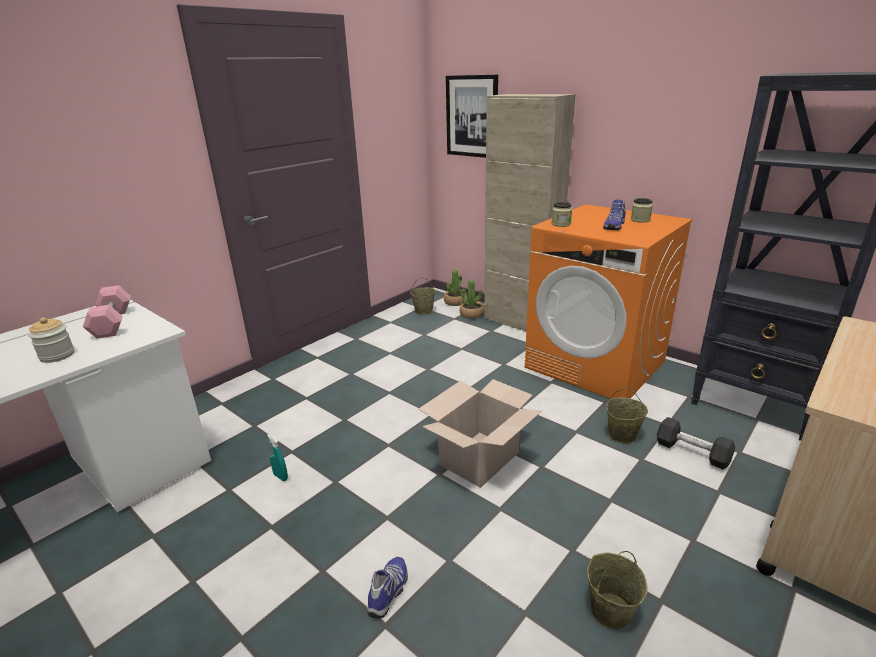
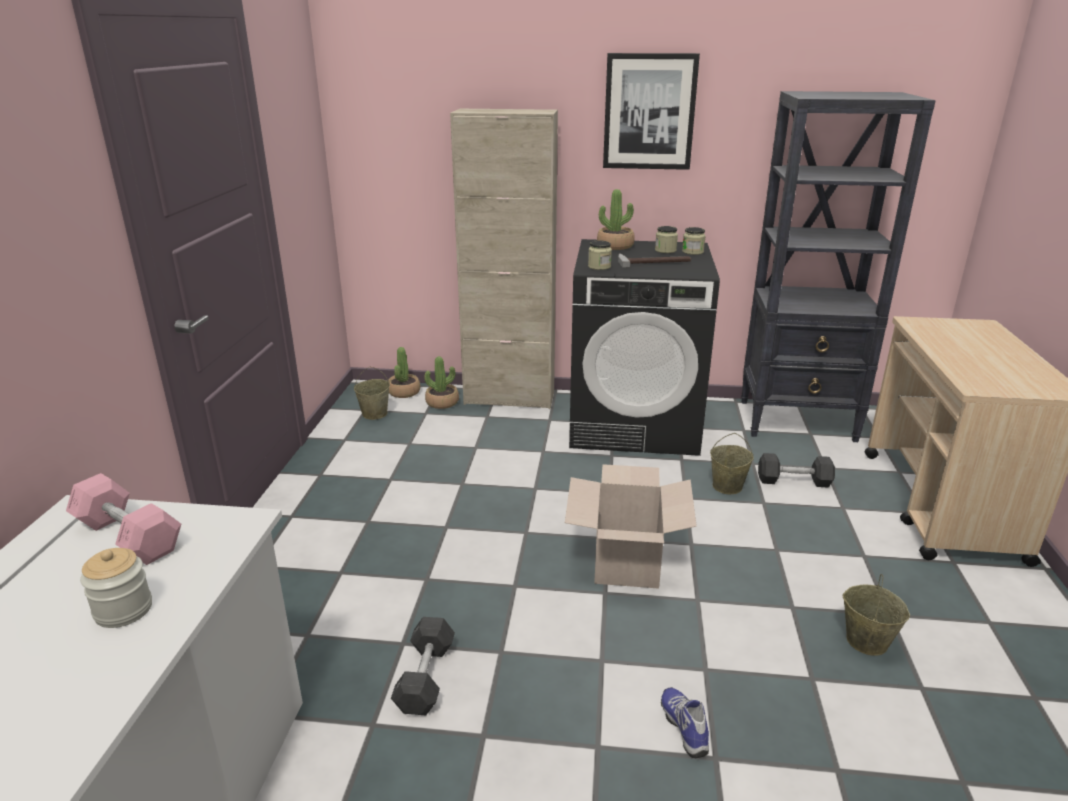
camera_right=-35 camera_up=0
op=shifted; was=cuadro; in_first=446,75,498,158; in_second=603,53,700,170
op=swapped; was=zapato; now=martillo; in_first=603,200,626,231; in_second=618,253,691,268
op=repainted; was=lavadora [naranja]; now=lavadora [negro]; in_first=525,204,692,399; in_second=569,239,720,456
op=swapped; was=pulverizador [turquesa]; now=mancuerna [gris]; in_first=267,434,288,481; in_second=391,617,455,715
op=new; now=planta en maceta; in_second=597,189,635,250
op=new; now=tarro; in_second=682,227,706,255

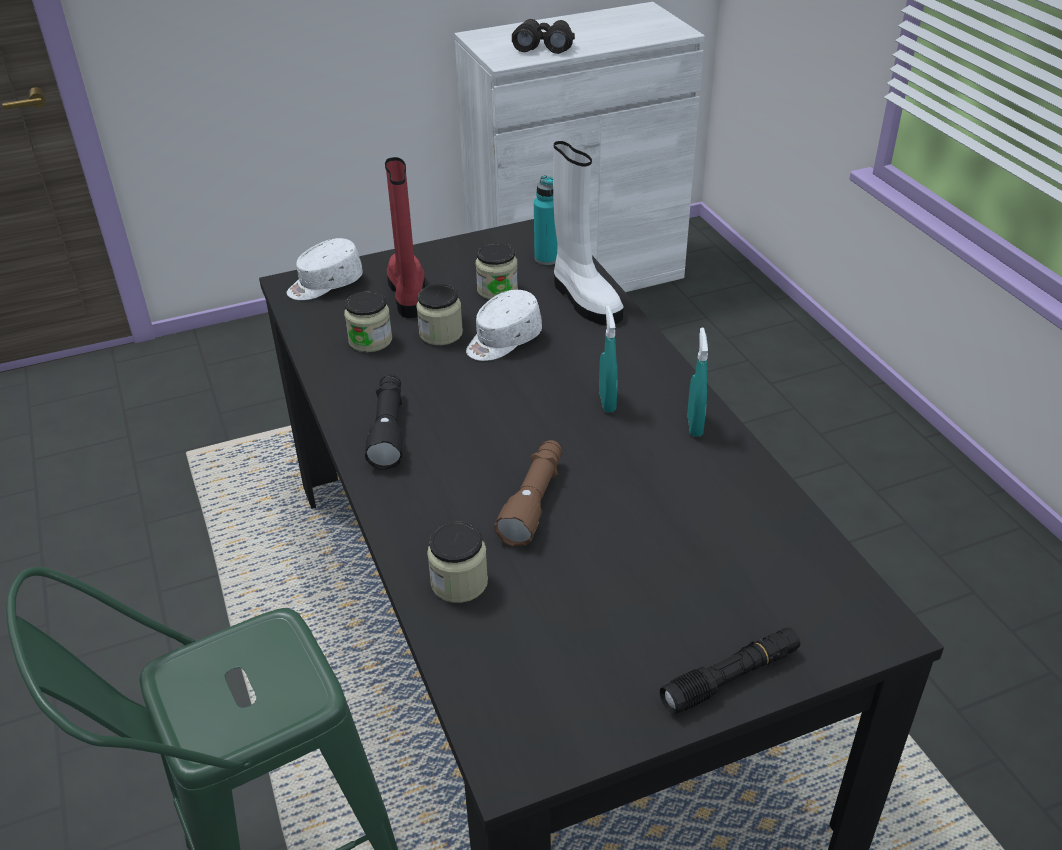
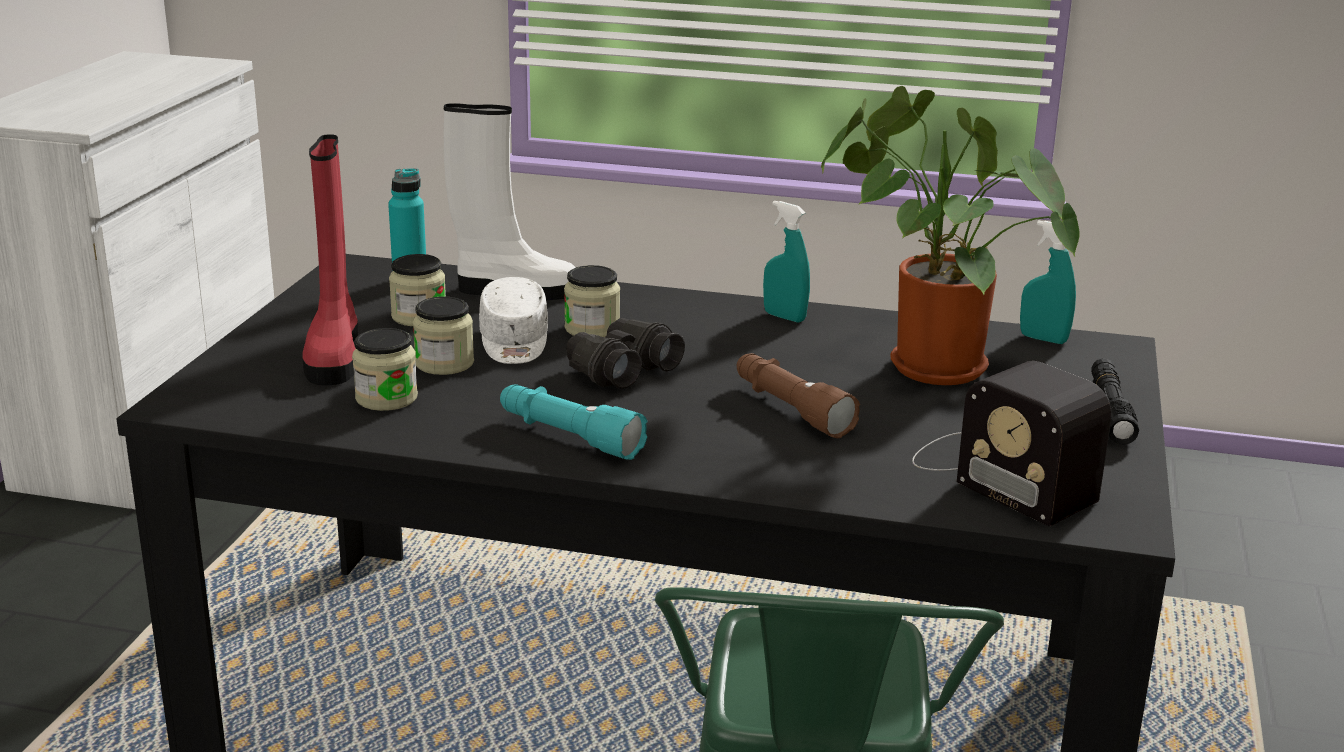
camera_right=-55 camera_up=-15
op=shifted; was=prismáticos [negro]; in_first=512,19,575,54; in_second=566,318,685,389
op=rotated; was=bota [rojo]; in_first=385,157,425,318; in_second=303,134,358,386; clockwise=-120
op=gone; was=gorra [blanco]; in_first=287,238,363,300
op=shifted; was=pulverizador [turquesa]; in_first=599,306,618,412; in_second=1020,220,1076,344
op=repainted; was=linterna [negro]; now=linterna [turquesa]; in_first=365,374,403,470; in_second=500,384,648,460
op=shifted; was=tarro; in_first=427,522,488,603; in_second=564,265,620,337
op=new; now=planta en maceta; in_second=821,86,1080,385
op=new; now=radio; in_second=912,361,1111,526

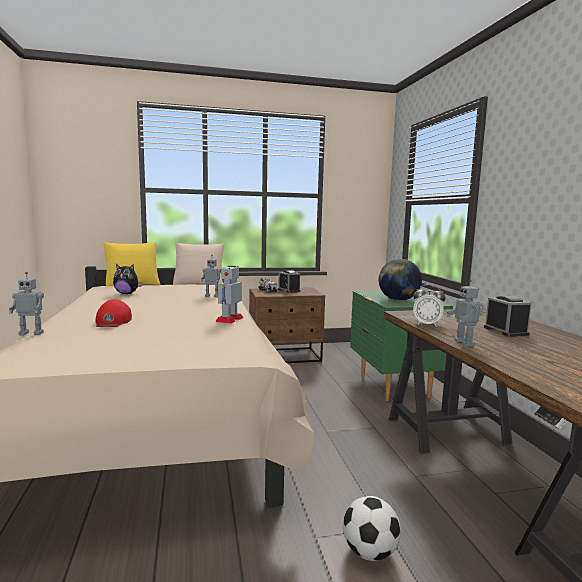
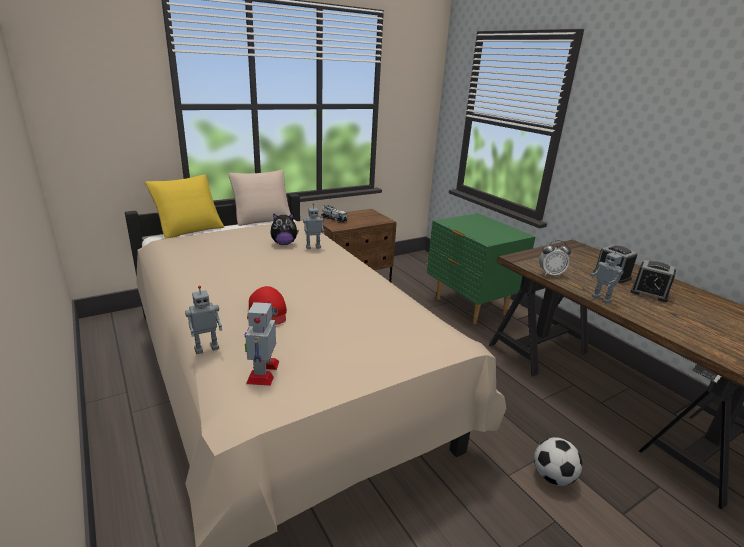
camera_right=-20 camera_up=15
op=gone; was=globo terráqueo; in_first=379,259,422,301
op=shifted; was=peluche; in_first=113,264,143,294; in_second=270,213,299,245
op=shifted; was=robot de juguete; in_first=215,266,244,324; in_second=245,300,280,386
op=shifted; was=despertador; in_first=278,270,300,293; in_second=630,260,676,302

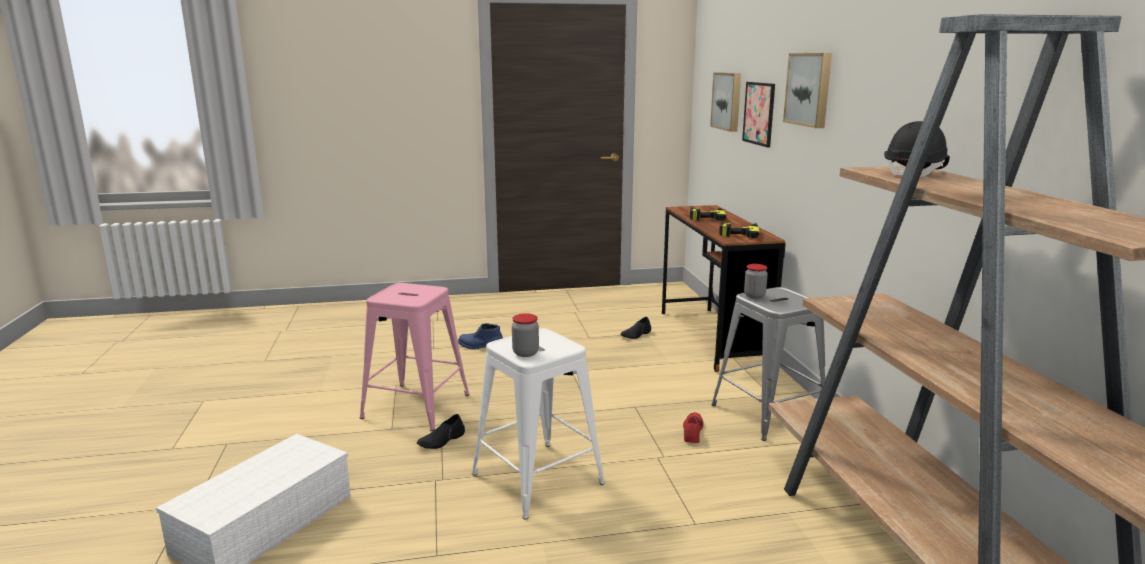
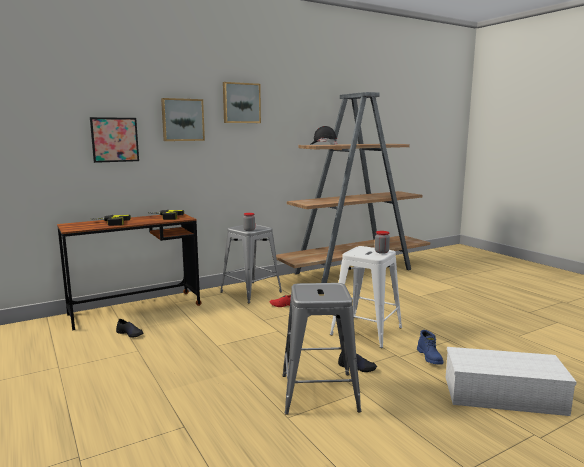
camera_right=-110 camera_up=-5
op=shifted; was=cuadro; in_first=710,72,741,132; in_second=223,82,261,123
op=repainted; was=taburete [rosa]; now=taburete [gris]; in_first=360,283,469,431; in_second=282,283,361,415
op=shifted; was=bota [azul]; in_first=458,323,503,350; in_second=417,330,444,365

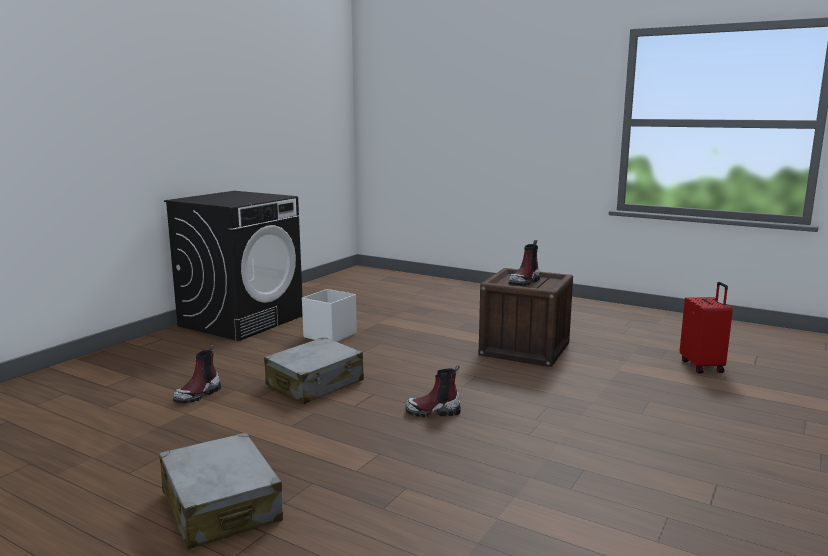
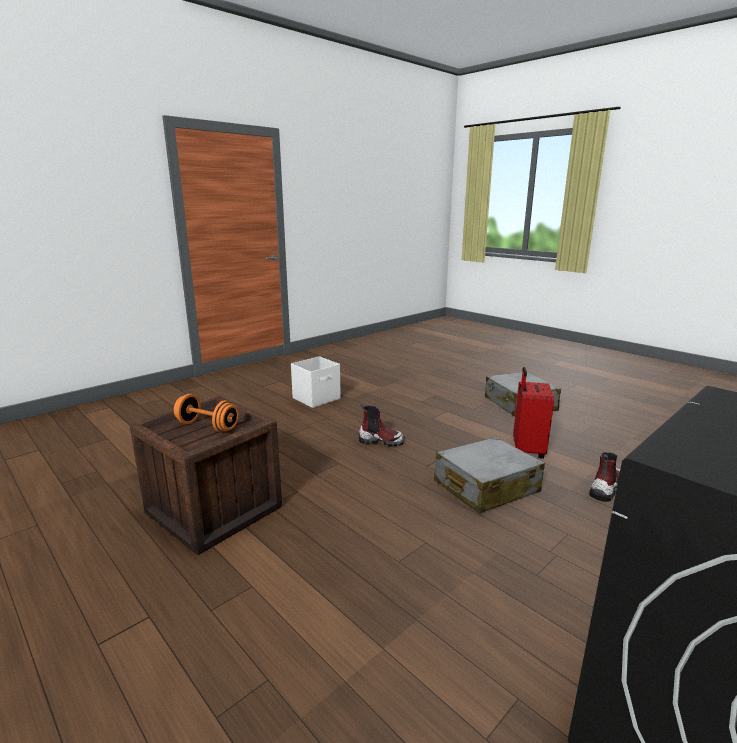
camera_right=-165 camera_up=5
op=swapped; was=bota; now=mancuerna [naranja]; in_first=508,240,540,286; in_second=174,394,239,432
op=shifted; was=maleta [rojo]; in_first=680,282,733,374; in_second=513,367,554,459
op=shifted; was=caja de almacenaje [blanco]; in_first=302,289,357,342; in_second=291,356,341,408

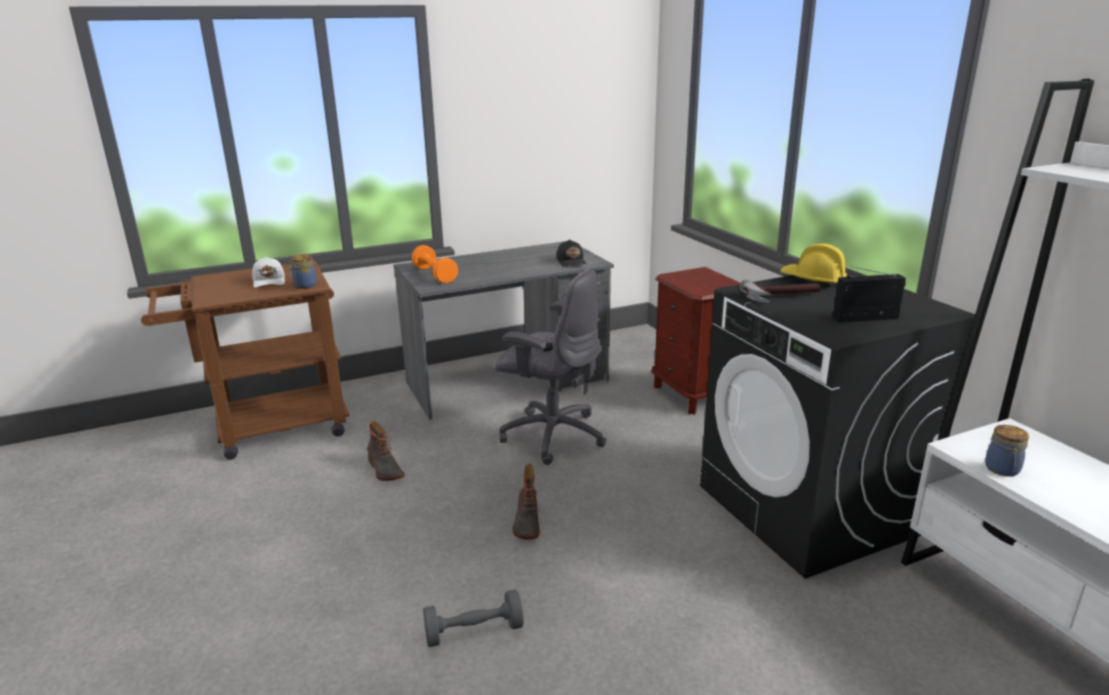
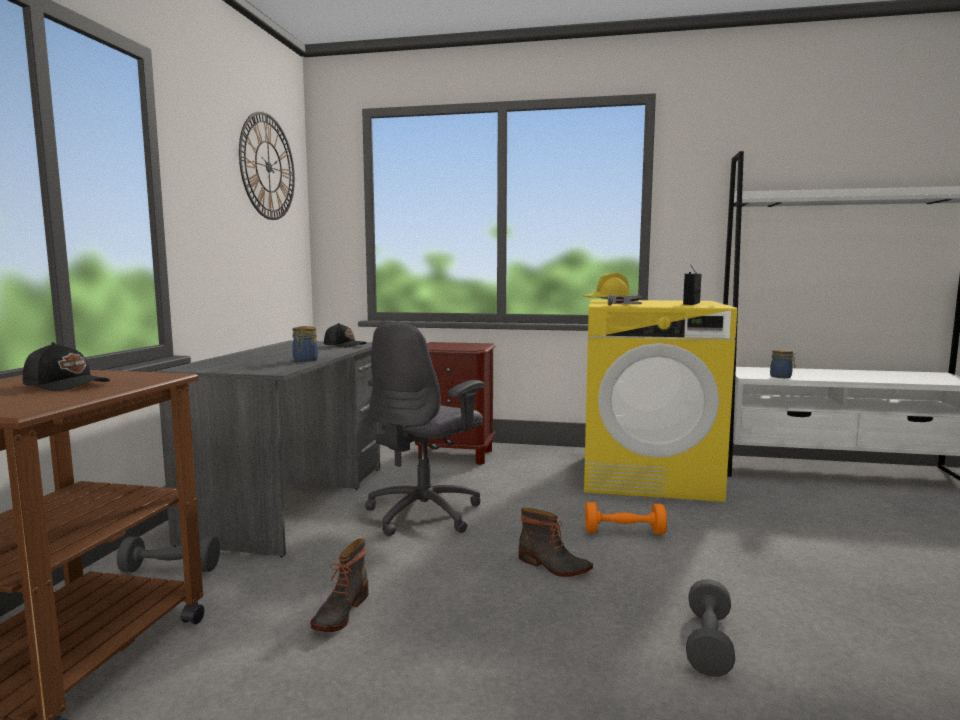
camera_right=-55 camera_up=-15
op=shifted; was=mancuerna [naranja]; in_first=412,245,458,283; in_second=585,502,667,535
op=shifted; was=tarro; in_first=288,254,317,289; in_second=292,326,318,362
op=repainted; was=gorra [blanco]; now=gorra [negro]; in_first=252,257,285,288; in_second=23,342,110,391
op=repainted; was=lavadora [negro]; now=lavadora [amarillo]; in_first=700,268,975,579; in_second=584,300,737,502
op=rotated; was=silla de oficina [gris]; in_first=495,269,606,465; in_second=365,323,485,536; clockwise=150
op=rotated; was=bota; in_first=367,421,405,481; in_second=310,538,369,632; clockwise=105
op=new; now=reloj de pared; in_second=239,111,295,220
op=new; now=mancuerna [gris]; in_second=117,536,220,572

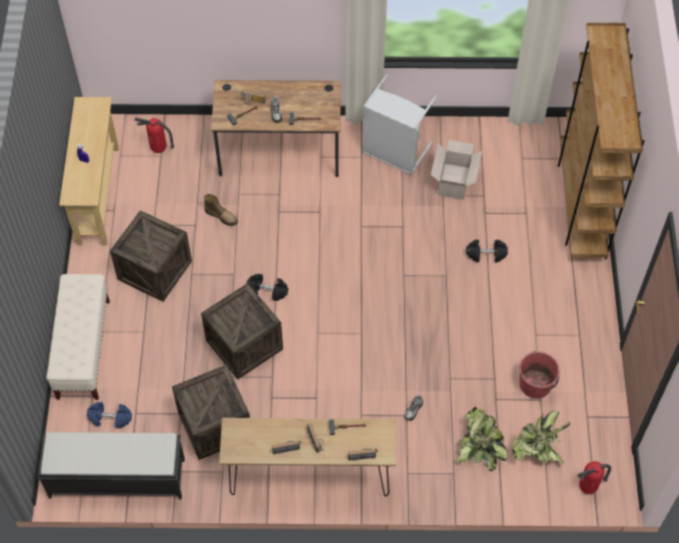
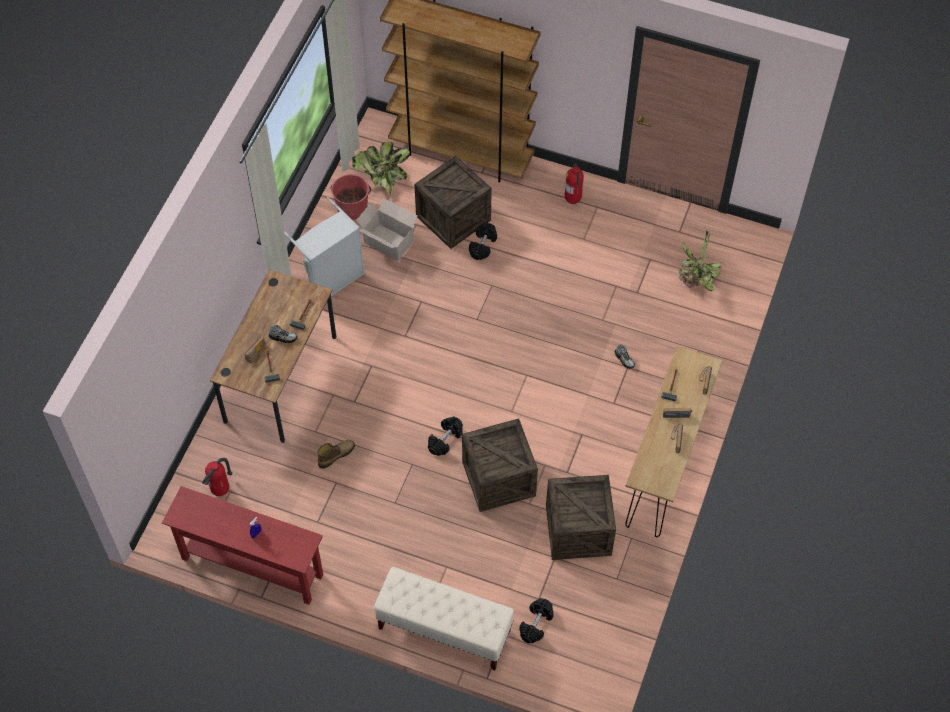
camera_right=-70 camera_up=0
op=repainted; was=mesa consola [beis]; now=mesa consola [rojo]; in_first=59,97,119,245; in_second=162,486,323,605
op=shifted; was=caja de embalaje; in_first=110,210,192,302; in_second=414,156,492,249
op=shifted; was=cubo [rojo]; in_first=519,351,560,399; in_second=330,174,371,220
op=repainted; was=mancuerna [azul]; now=mancuerna [negro]; in_first=87,402,132,428; in_second=519,598,554,643
op=shifted; was=planta en maceta; in_first=457,407,508,472; in_second=352,142,410,194
op=gone; was=banco [negro]; in_first=38,432,185,500
op=shifted; was=extintor; in_first=577,461,611,494; in_second=565,163,584,204

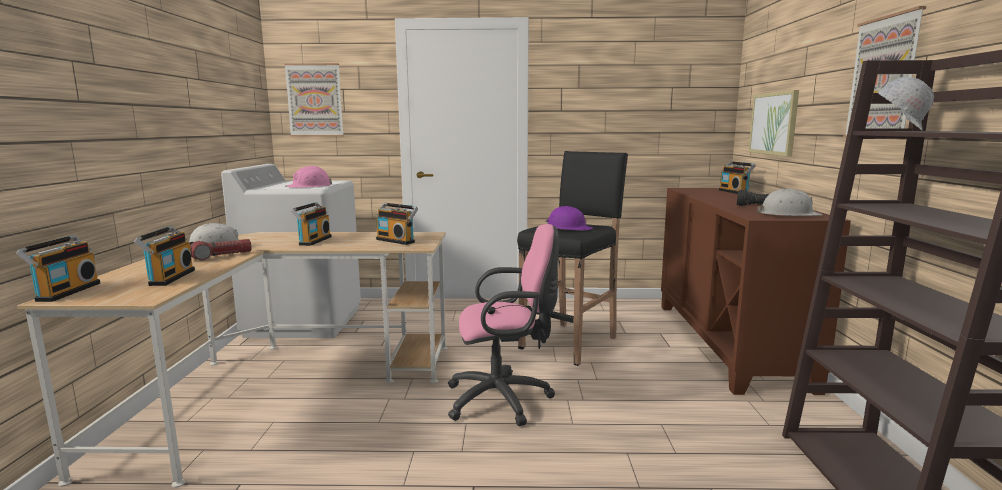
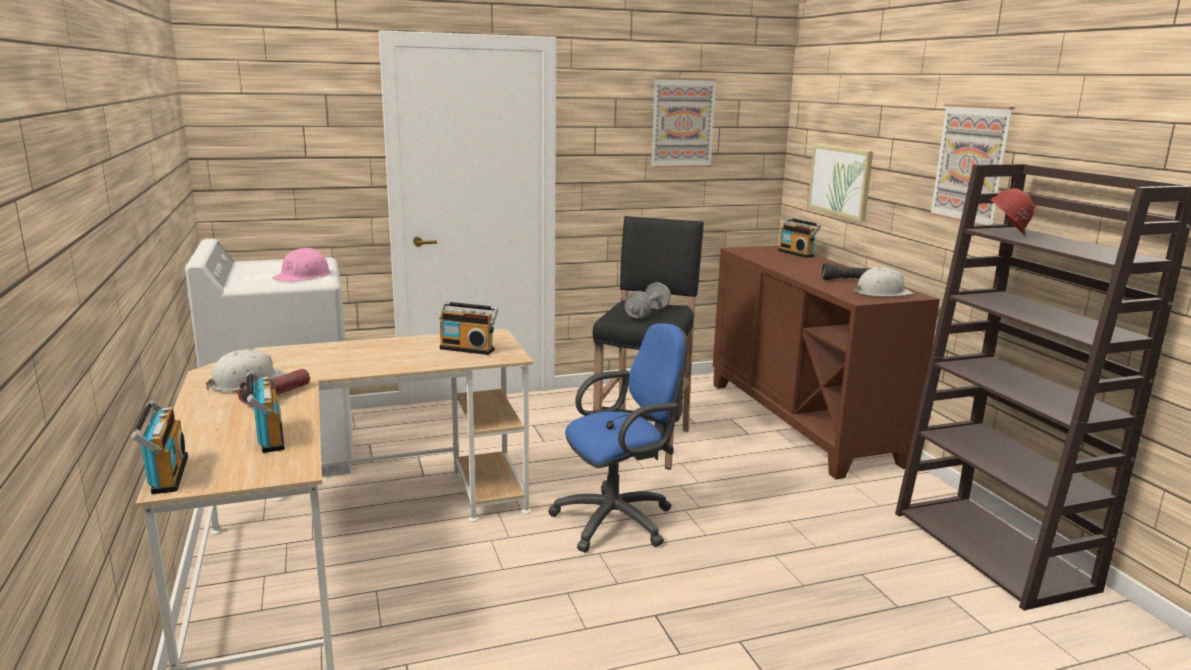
camera_right=-20 camera_up=5
op=shifted; was=cuadro; in_first=284,63,344,137; in_second=651,77,717,168
op=repainted; was=casco [blanco]; now=casco [rojo]; in_first=877,77,935,131; in_second=990,188,1036,236
op=gone; was=radio; in_first=291,202,332,246
op=swapped; was=casco [morado]; now=mancuerna [gris]; in_first=545,206,593,231; in_second=624,282,671,319
op=repainted; was=silla de oficina [rosa]; now=silla de oficina [azul]; in_first=448,224,559,426; in_second=548,323,687,553

